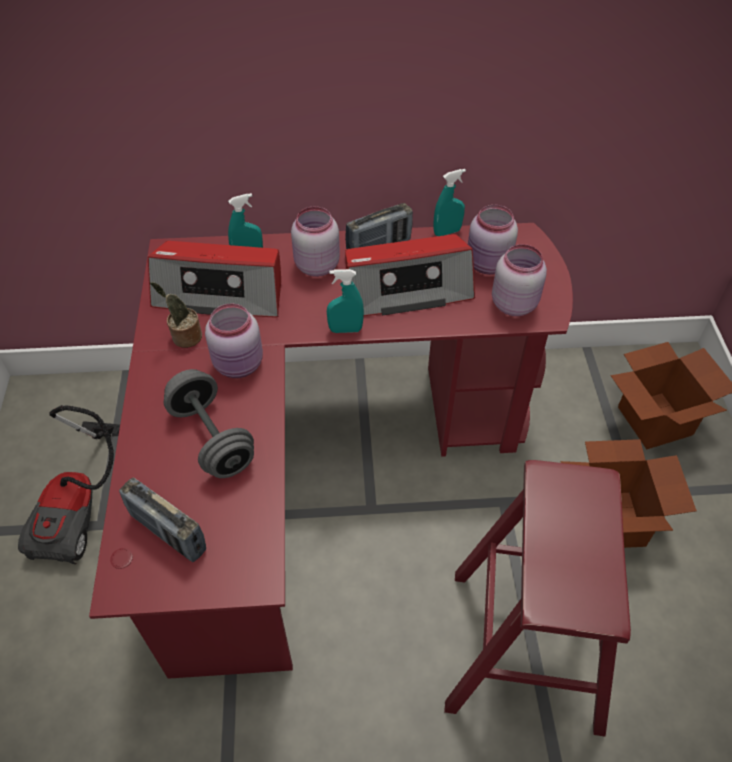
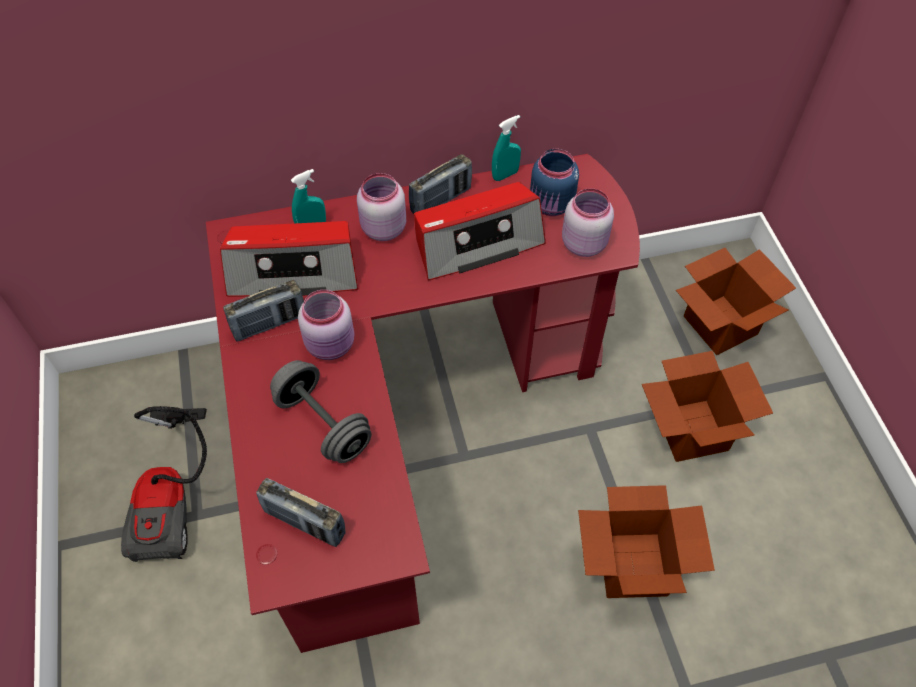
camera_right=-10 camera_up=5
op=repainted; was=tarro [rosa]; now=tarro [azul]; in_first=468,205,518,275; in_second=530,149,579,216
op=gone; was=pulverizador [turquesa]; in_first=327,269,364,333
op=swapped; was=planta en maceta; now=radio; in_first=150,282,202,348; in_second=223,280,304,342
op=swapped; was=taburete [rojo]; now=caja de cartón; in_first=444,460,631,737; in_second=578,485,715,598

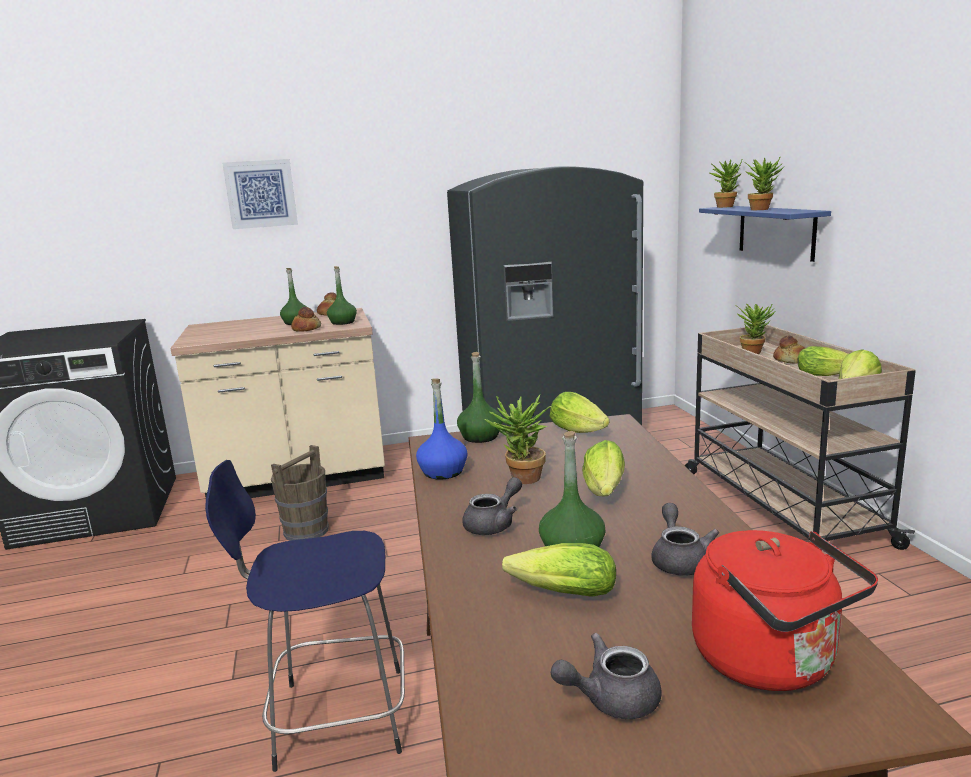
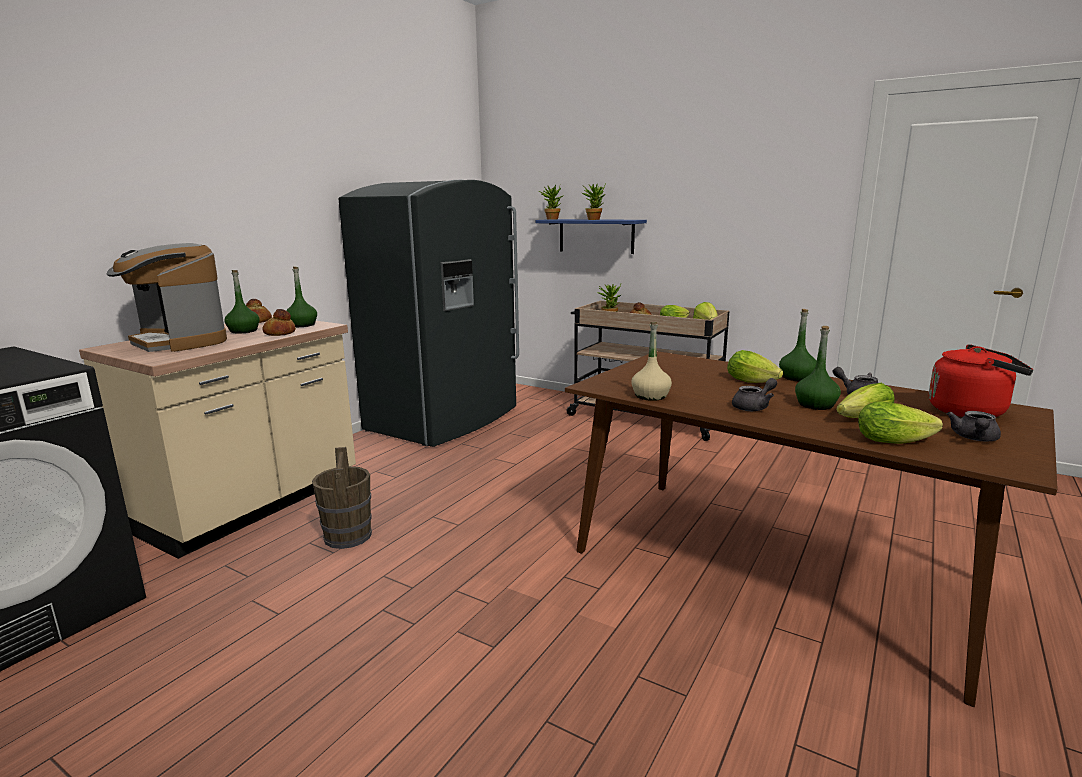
camera_right=-45 camera_up=0
op=gone; was=cuadro; in_first=222,159,298,229
op=shifted; was=botella [verde]; in_first=457,352,502,443; in_second=779,309,817,381
op=repainted; was=botella [azul]; now=botella [beis]; in_first=416,379,468,479; in_second=631,322,672,401
op=shifted; was=lechuga; in_first=550,392,610,433; in_second=858,401,943,444
op=gone; was=planta en maceta; in_first=485,395,552,484
op=gone; was=taburete [azul]; in_first=205,460,405,772
op=rotated; was=tetera [gris]; in_first=462,477,522,535; in_second=732,378,777,411; clockwise=60
op=new; now=cafetera; in_second=107,243,227,352

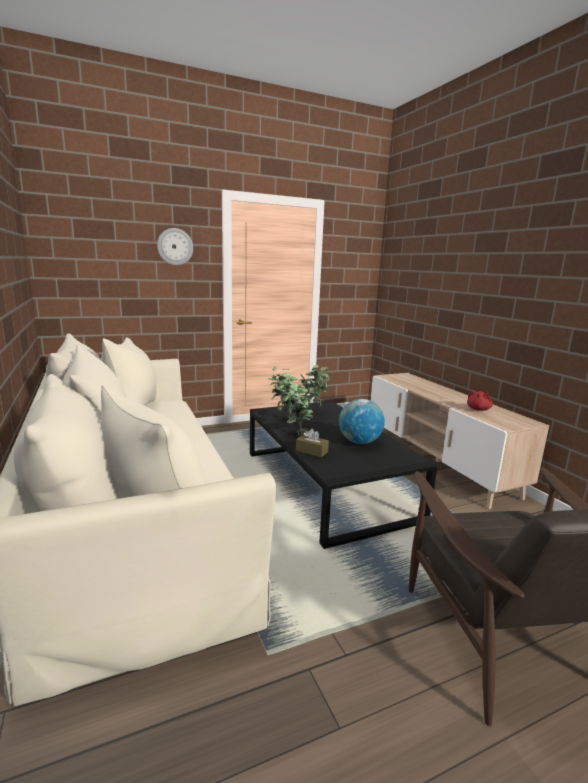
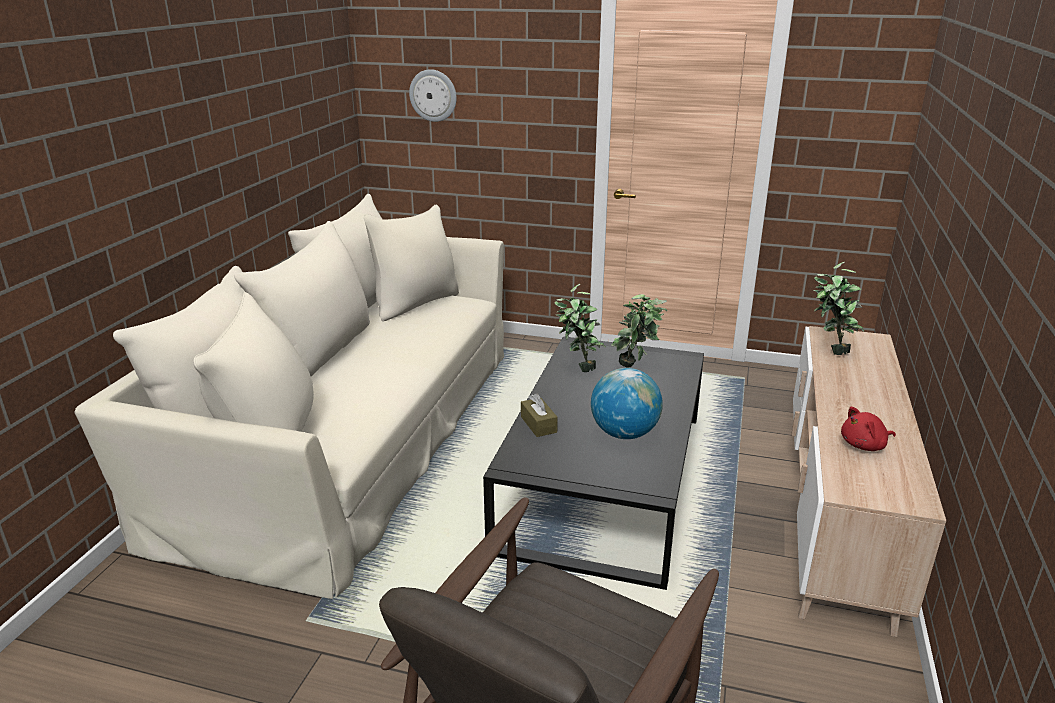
camera_right=40 camera_up=10
op=shifted; was=reloj de pared; in_first=157,228,193,265; in_second=409,69,457,122
op=shifted; was=planta en maceta; in_first=276,375,313,437; in_second=814,262,865,355

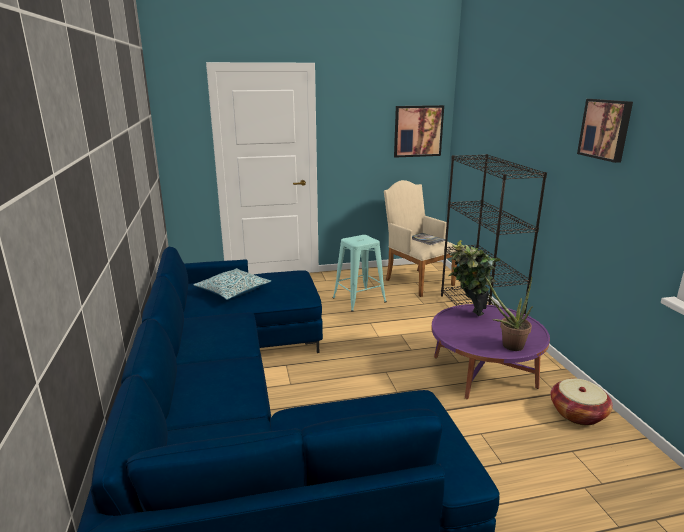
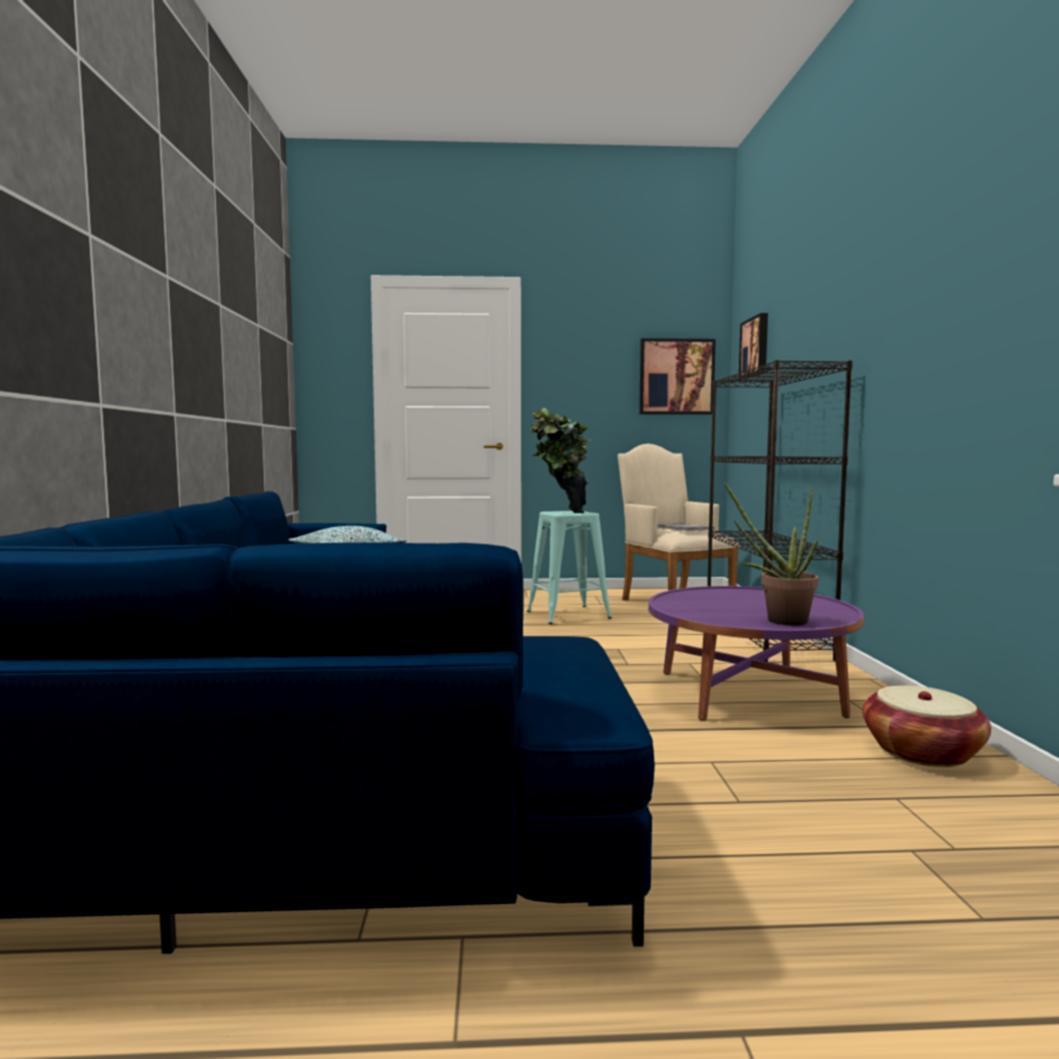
camera_right=10 camera_up=-15
op=shifted; was=cuadro; in_first=577,99,633,163; in_second=739,313,768,379
op=shifted; was=planta en maceta; in_first=448,240,501,316; in_second=531,408,591,513

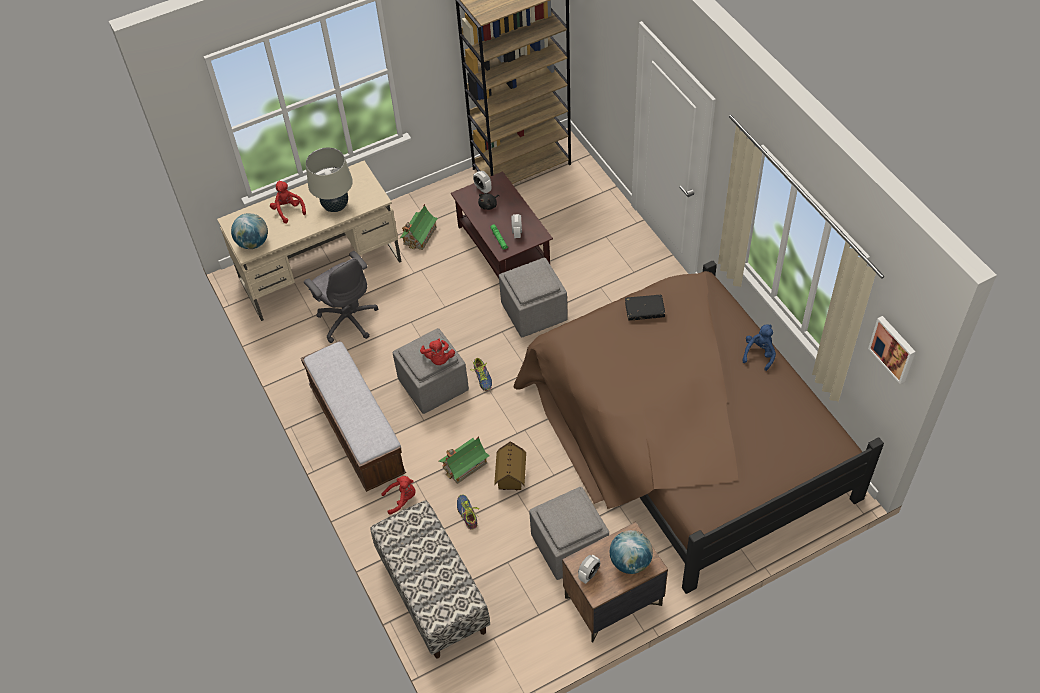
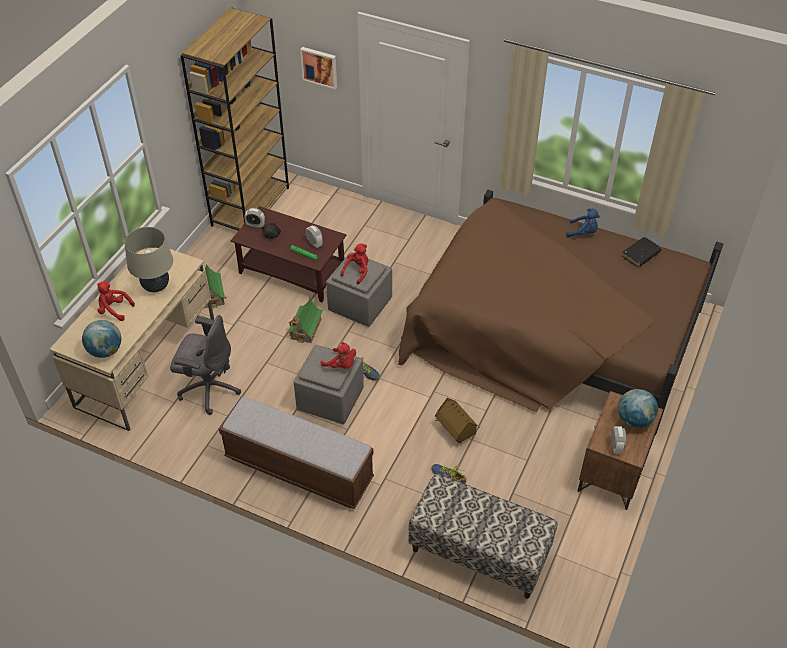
camera_right=-40 camera_up=-5
op=shifted; was=libro [negro]; in_first=625,295,665,321; in_second=622,237,662,267
op=shifted; was=cuadro; in_first=868,316,916,384; in_second=300,47,337,89
op=rotated; was=peluche [azul]; in_first=742,324,776,371; in_second=566,208,600,237; clockwise=120
op=shifted; was=casita; in_first=438,436,490,484; in_second=288,297,323,343
op=shifted; was=peluche [rojo]; in_first=381,476,416,515; in_second=341,244,368,284
op=gone; was=puf [gris]; in_first=529,487,609,580

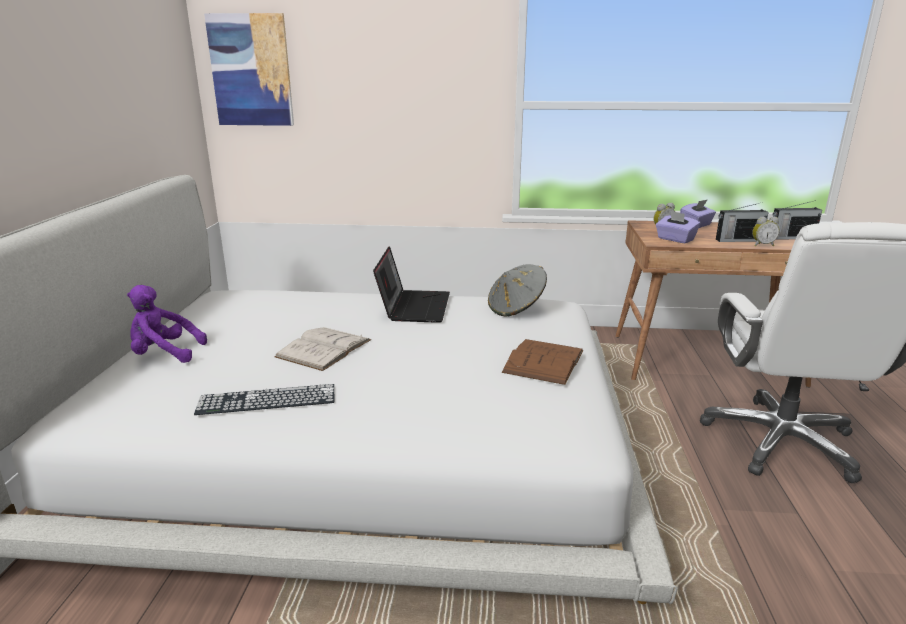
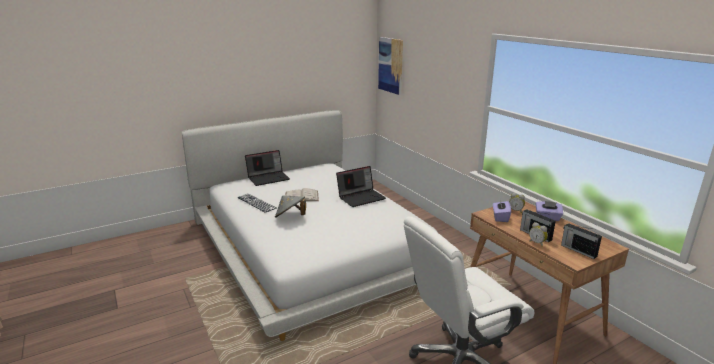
camera_right=55 camera_up=0
op=shifted; was=sombrero [gris]; in_first=488,264,547,316; in_second=275,195,306,218
op=swapped; was=peluche [morado]; now=portátil; in_first=127,285,207,363; in_second=245,150,290,186
op=gone; was=libro [marrón]; in_first=502,339,584,385

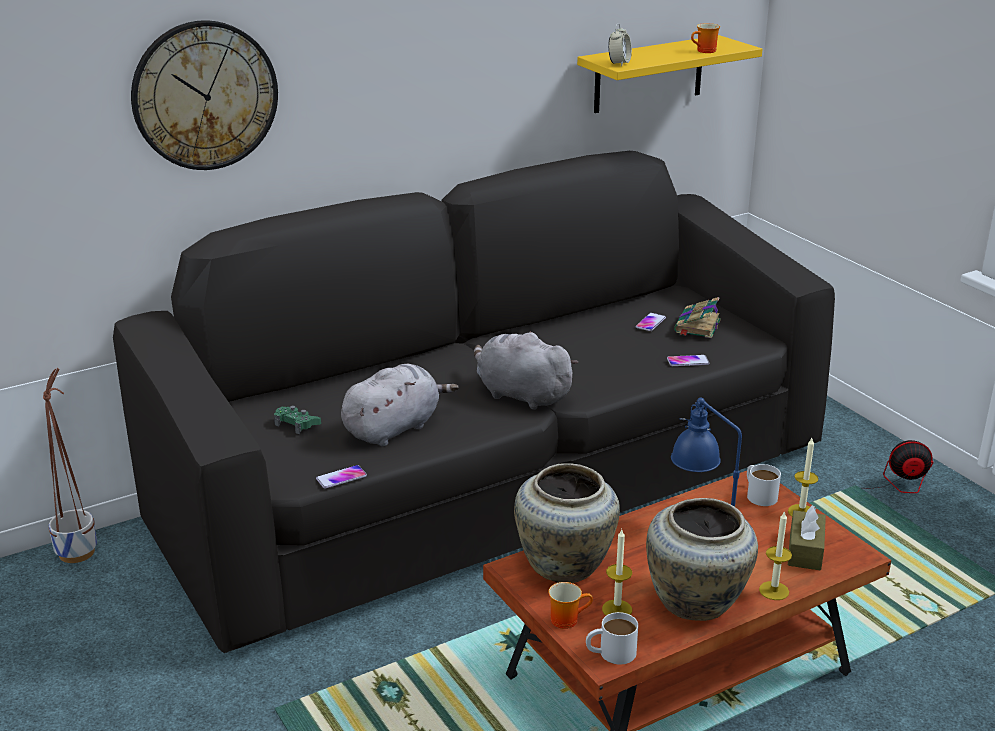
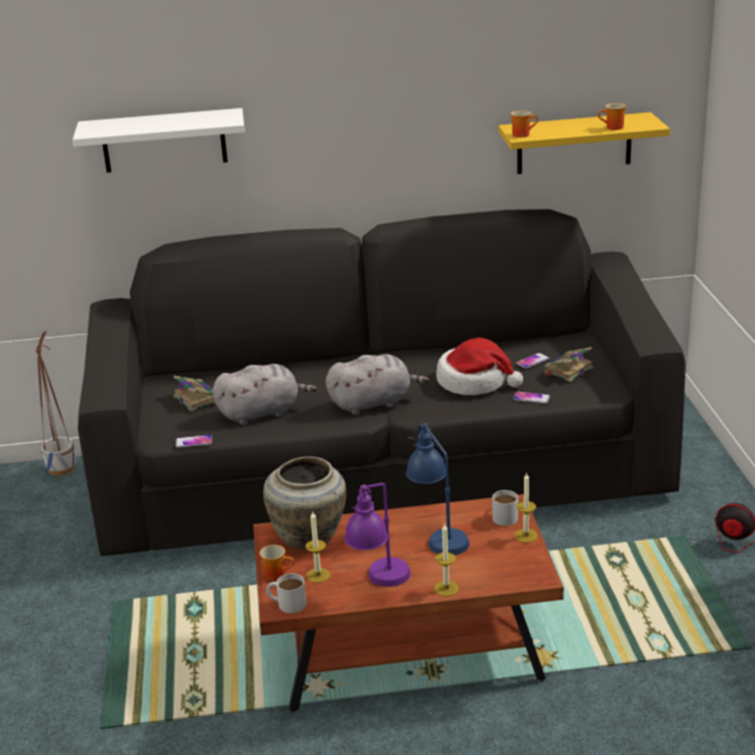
camera_right=25 camera_up=0
op=swapped; was=reloj de pared; now=estante [blanco]; in_first=131,20,278,170; in_second=73,108,245,173
op=swapped; was=despertador; now=taza grande; in_first=608,24,632,66; in_second=511,111,539,138
op=rotated; was=peluche [gris]; in_first=474,331,579,410; in_second=326,354,429,415; clockwise=105
op=swapped; was=mando de consola [verde]; now=libro; in_first=274,406,321,435; in_second=173,376,215,411
op=swapped; was=florero [beis]; now=lámpara de mesa [morado]; in_first=646,498,758,621; in_second=344,483,411,587
op=gone; was=caja de pañuelos [marrón]; in_first=788,505,826,570
op=new; now=sombrero; in_second=436,338,523,395

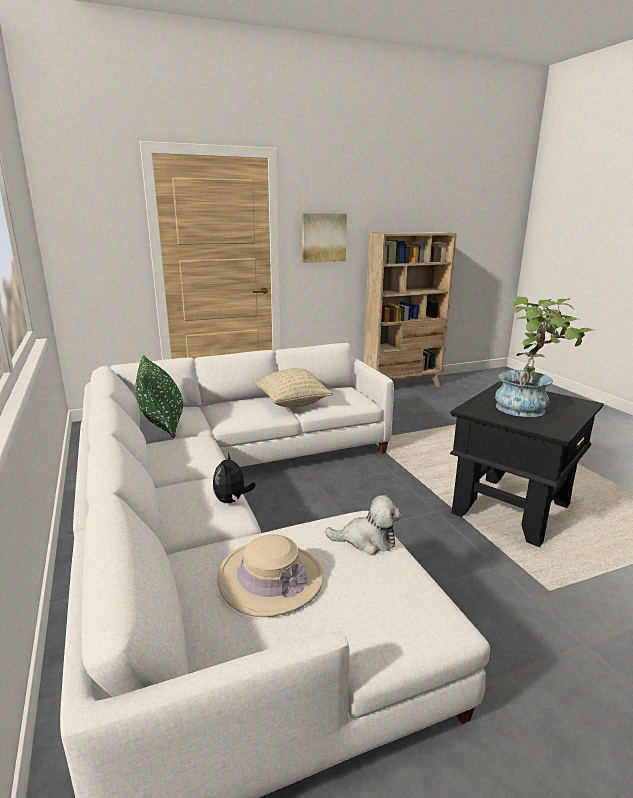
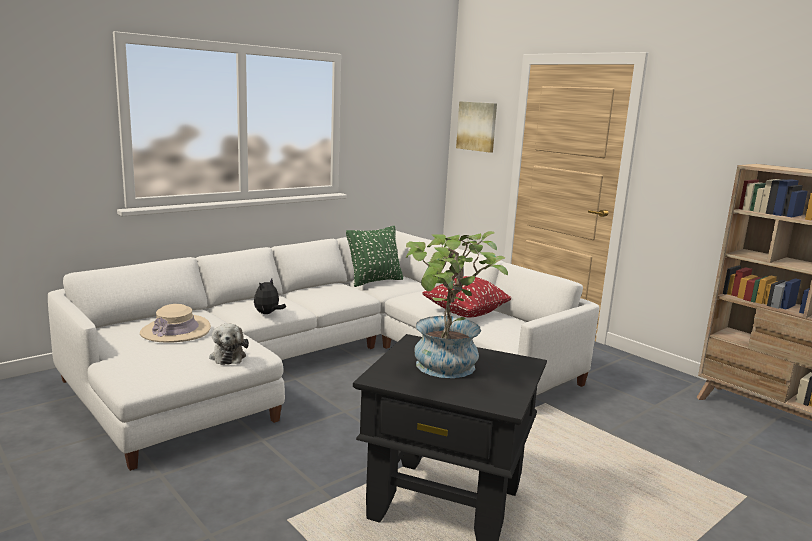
camera_right=70 camera_up=-5
op=shifted; was=cuadro; in_first=302,213,347,263; in_second=456,101,497,153
op=repainted; was=cojín [beis]; now=cojín [rojo]; in_first=254,368,333,408; in_second=422,276,511,317
op=rotated; was=peluche; in_first=213,452,256,503; in_second=254,278,286,314; clockwise=-45

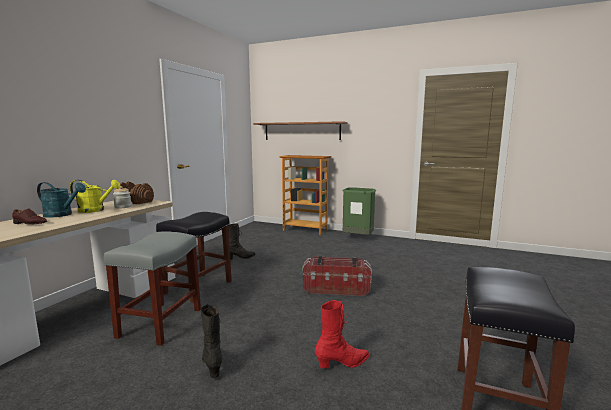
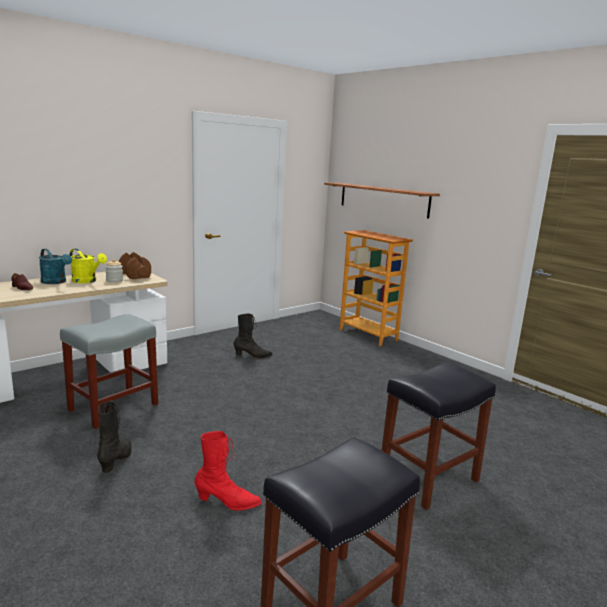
camera_right=25 camera_up=5
op=gone; was=papelera [verde]; in_first=343,187,376,235
op=shifted; was=taburete [negro]; in_first=156,212,232,303; in_second=382,363,496,510
op=gone; was=caja de almacenaje; in_first=303,256,372,296

